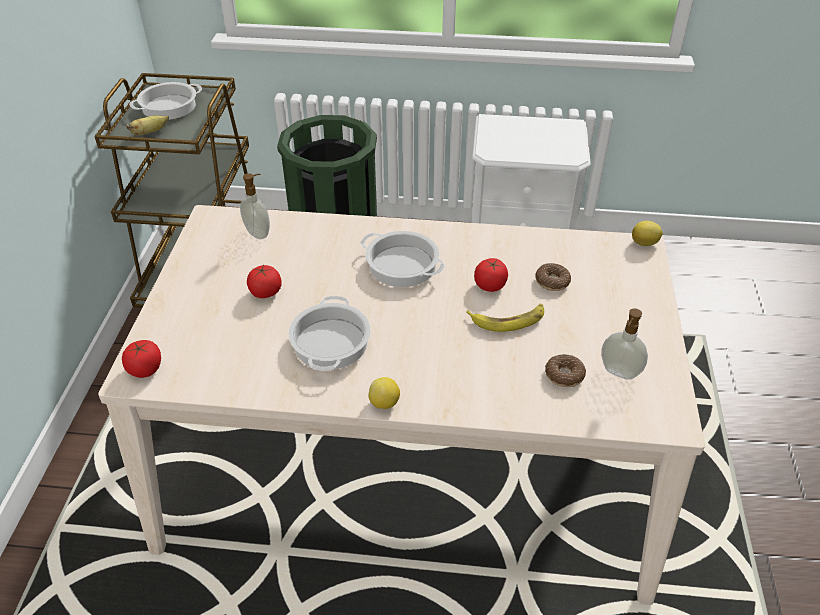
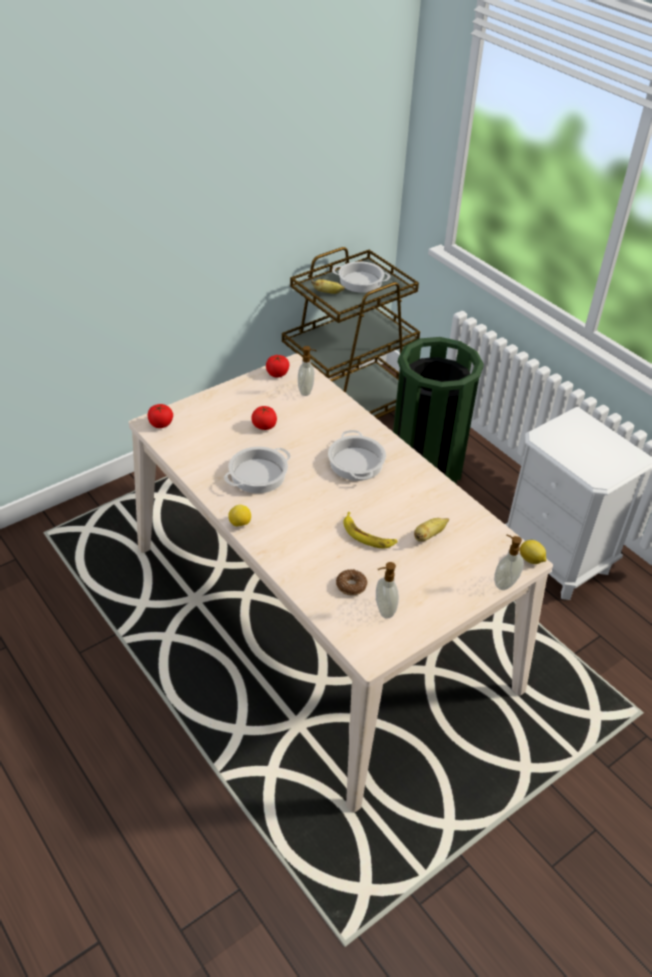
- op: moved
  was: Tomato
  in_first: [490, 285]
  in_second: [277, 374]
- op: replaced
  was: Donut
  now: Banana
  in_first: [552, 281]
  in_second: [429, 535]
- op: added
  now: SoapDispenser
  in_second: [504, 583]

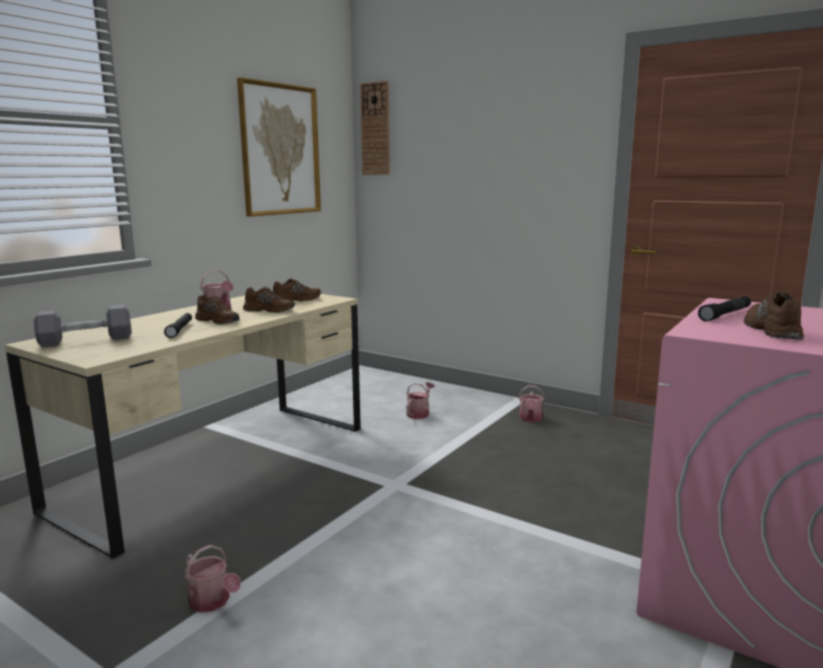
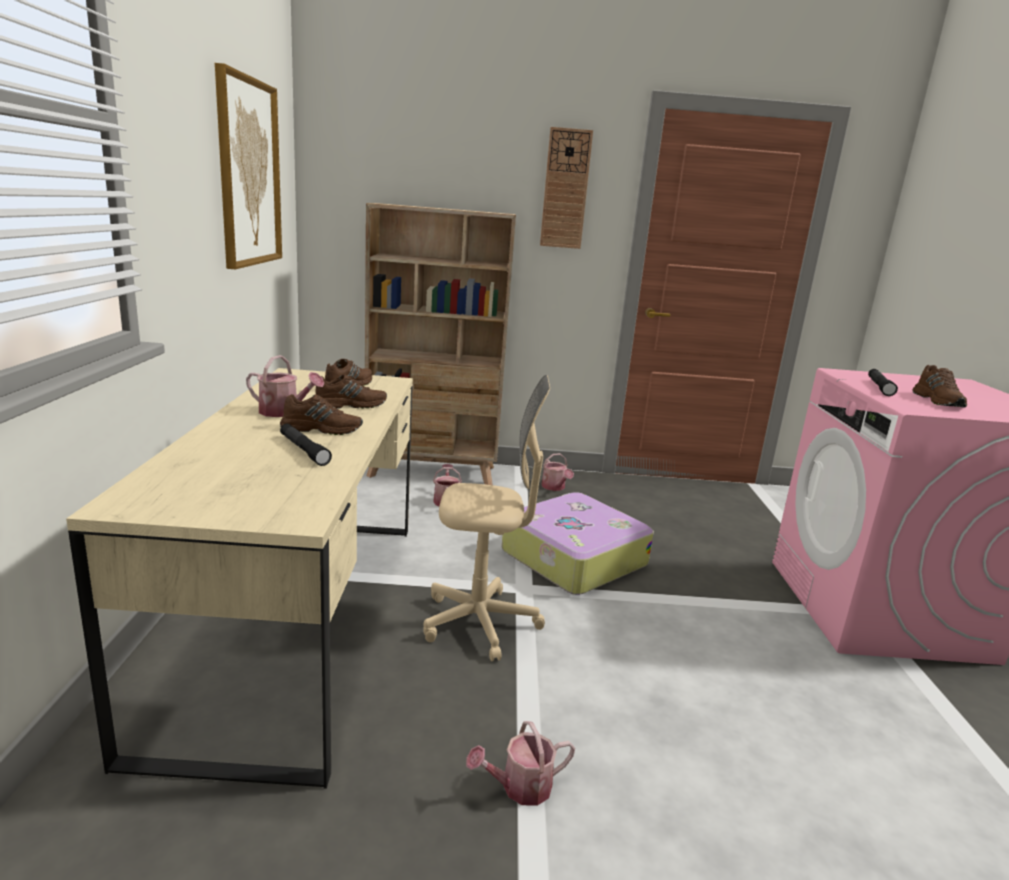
- op: removed
  was: GreyDumbbell
  in_first: [86, 340]
- op: turned
  was: WateringCan
  in_first: [212, 602]
  in_second: [519, 787]
  clockwise: 150
- op: moved
  was: WallClock
  in_first: [375, 129]
  in_second: [565, 189]
- op: turned
  was: BrownShoe
  in_first: [770, 330]
  in_second: [939, 401]
  clockwise: -150
- op: added
  now: BeigeBookcase
  in_second: [433, 472]
- op: added
  now: BeigeOfficeChair
  in_second: [480, 623]
- op: added
  now: Suitcase
  in_second: [572, 558]

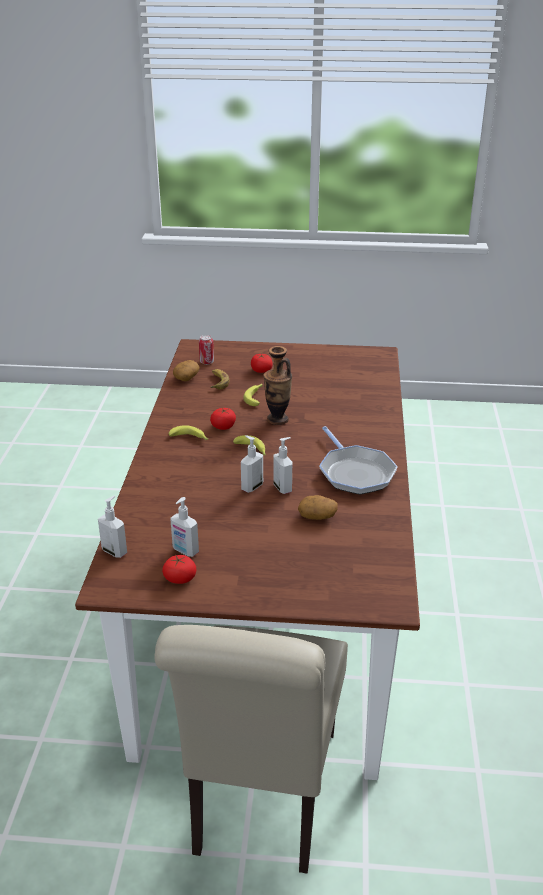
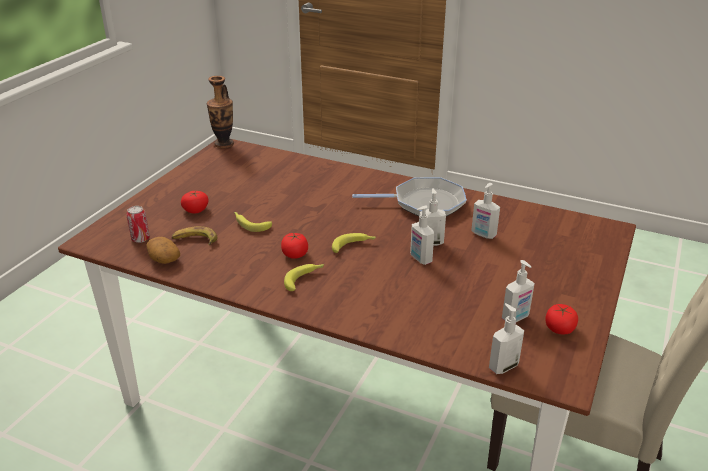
- op: moved
  was: Vase
  in_first: [277, 419]
  in_second: [224, 144]
- op: replaced
  was: Potato
  now: SoapDispenser
  in_first: [317, 516]
  in_second: [483, 234]

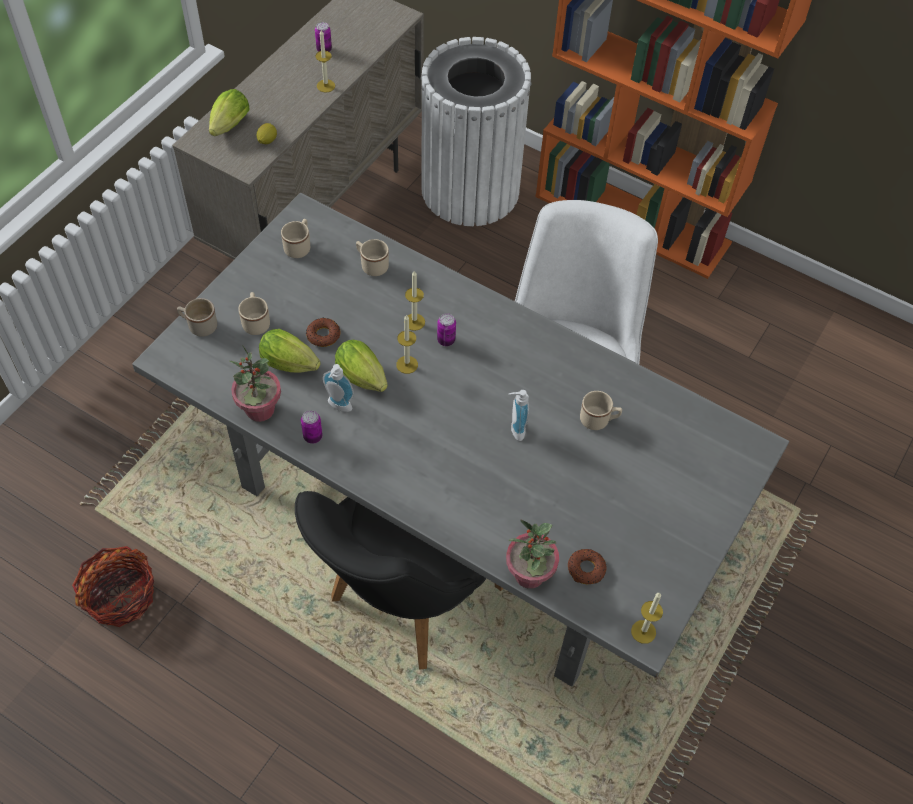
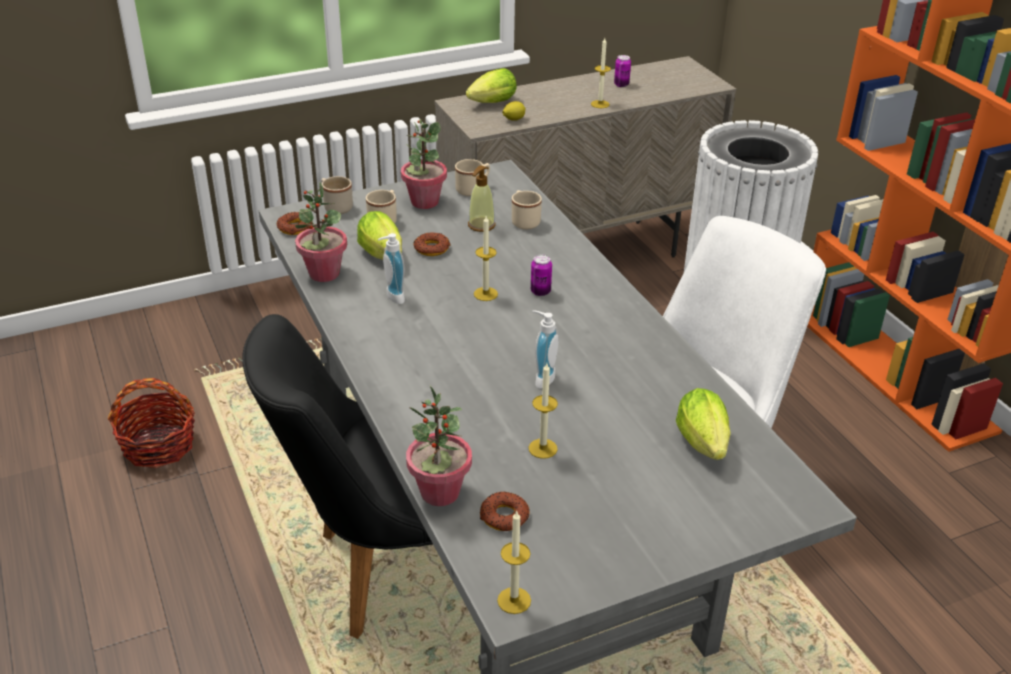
- op: removed
  was: Can
  in_first: [313, 436]
- op: moved
  was: Lettuce
  in_first: [364, 379]
  in_second: [704, 446]
- op: moved
  was: Candle
  in_first: [414, 322]
  in_second: [543, 448]
- op: removed
  was: BeigeMug
  in_first: [598, 420]
- op: added
  now: Donut
  in_second: [295, 228]
- op: added
  now: PottedPlant
  in_second: [424, 202]
- op: added
  now: SoapDispenser
  in_second: [481, 225]

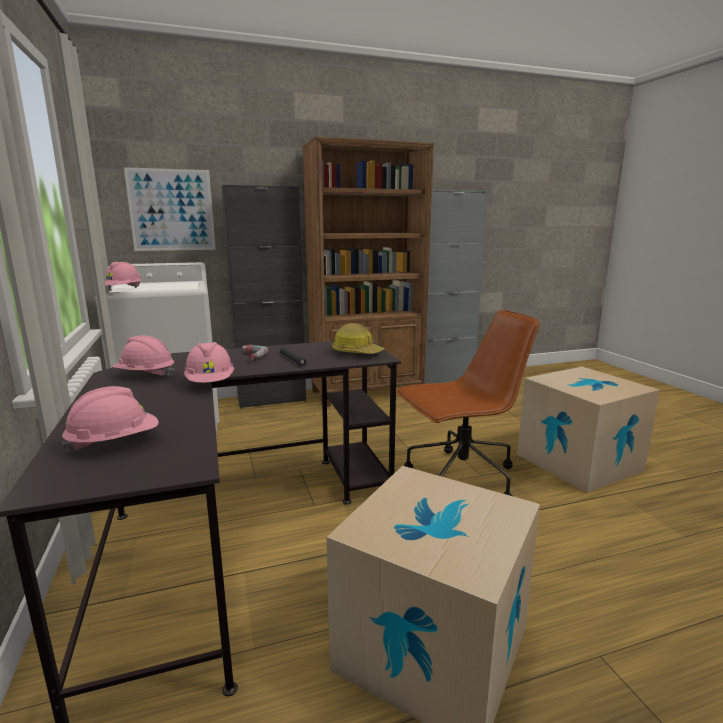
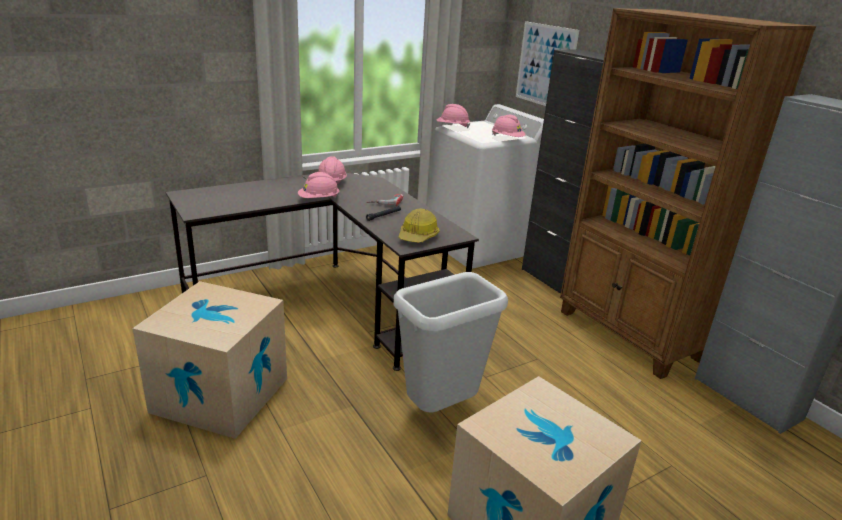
- op: moved
  was: PinkHardHat
  in_first: [115, 443]
  in_second: [507, 139]
- op: replaced
  was: BrownOfficeChair
  now: GreyTrashCan
  in_first: [460, 478]
  in_second: [441, 411]

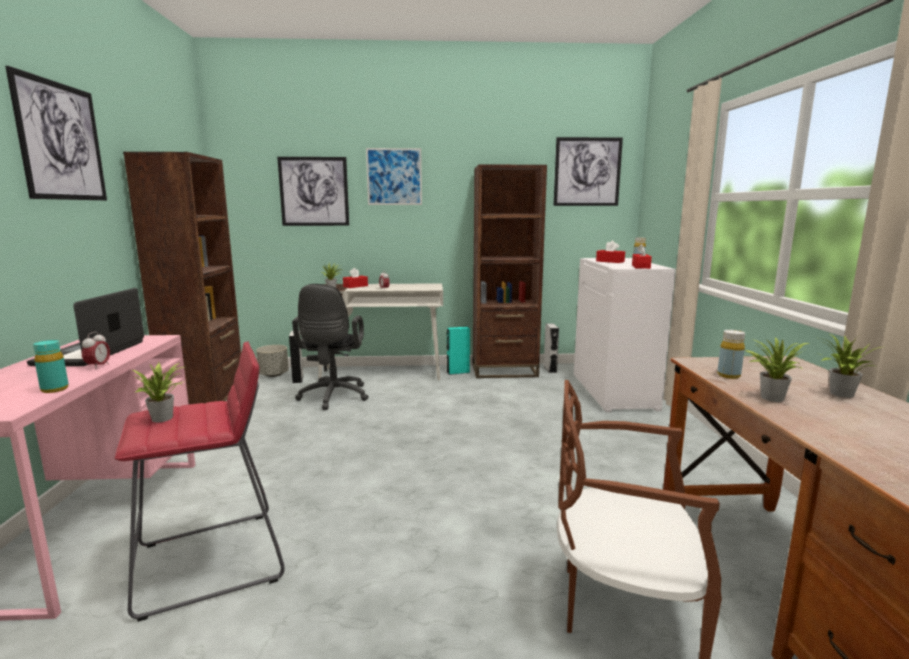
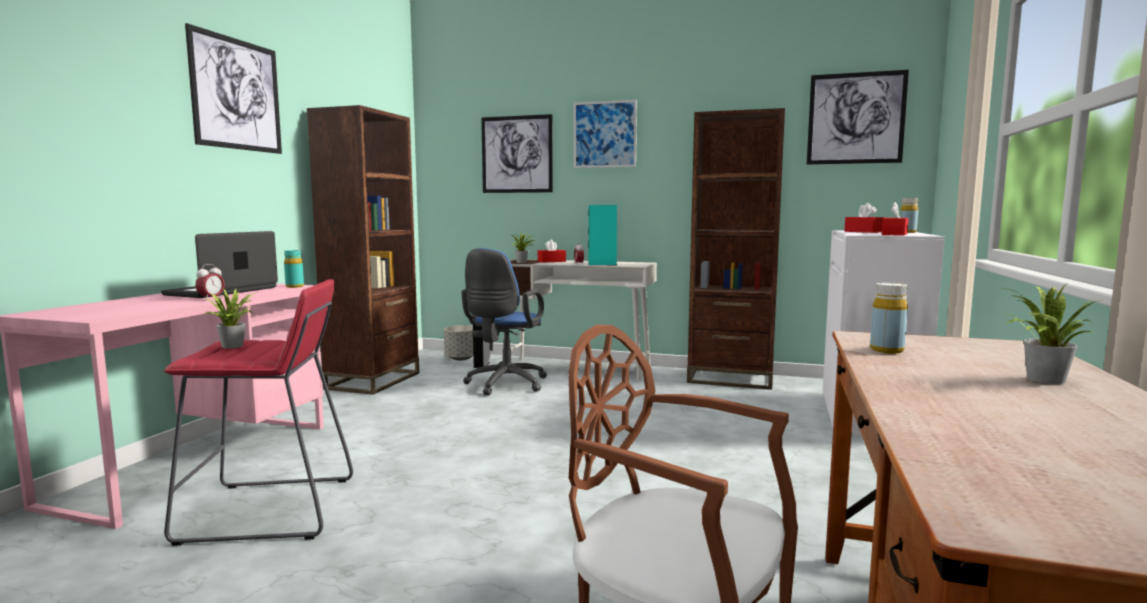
- op: moved
  was: TurquoiseBottle
  in_first: [55, 389]
  in_second: [294, 286]
- op: recoloured
  was: BlackOfficeChair
  now: BlueOfficeChair
  in_first: [333, 397]
  in_second: [504, 385]
- op: moved
  was: TurquoiseSpeaker
  in_first: [458, 372]
  in_second: [602, 264]
- op: removed
  was: GreySpeaker
  in_first: [550, 369]
- op: removed
  was: PottedPlant
  in_first: [769, 397]

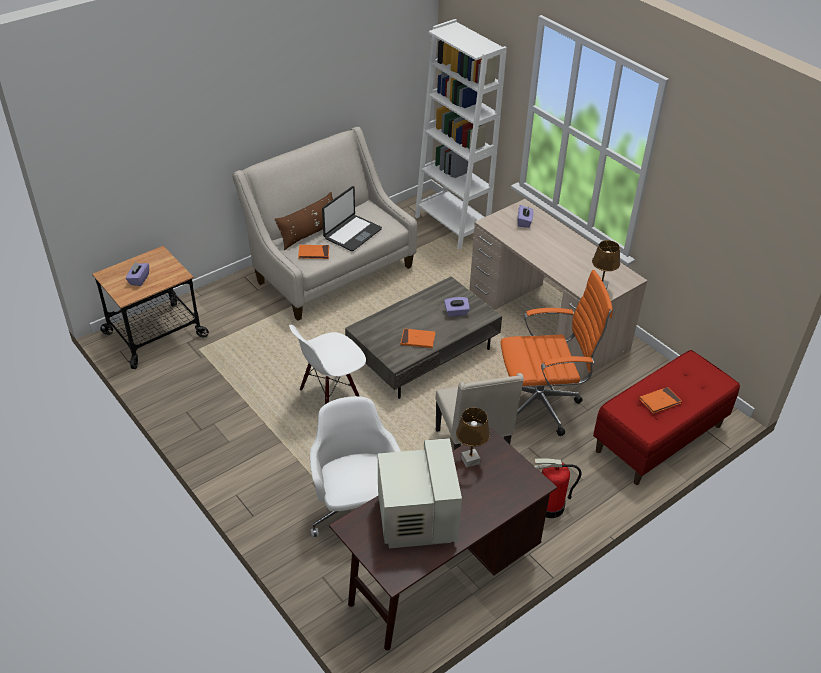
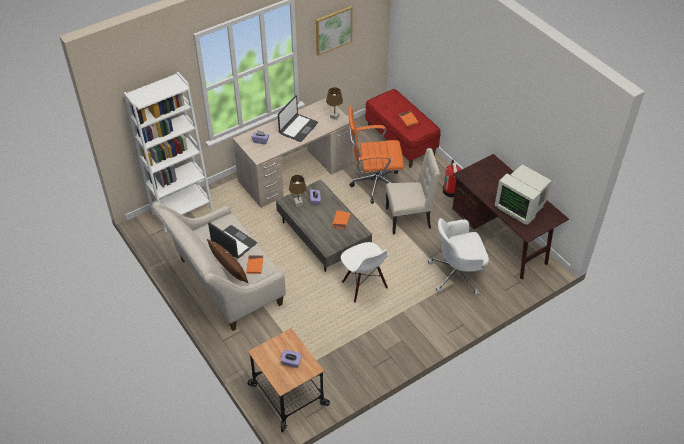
- op: turned
  was: Monitor
  in_first: [415, 520]
  in_second: [520, 207]
  clockwise: -135
- op: moved
  was: BrownTableLamp
  in_first: [470, 460]
  in_second: [298, 203]
- op: turned
  was: OrangeOfficeChair
  in_first: [542, 405]
  in_second: [374, 185]
  clockwise: -90
- op: added
  now: Laptop
  in_second: [298, 128]
- op: added
  now: Picture
  in_second: [333, 30]

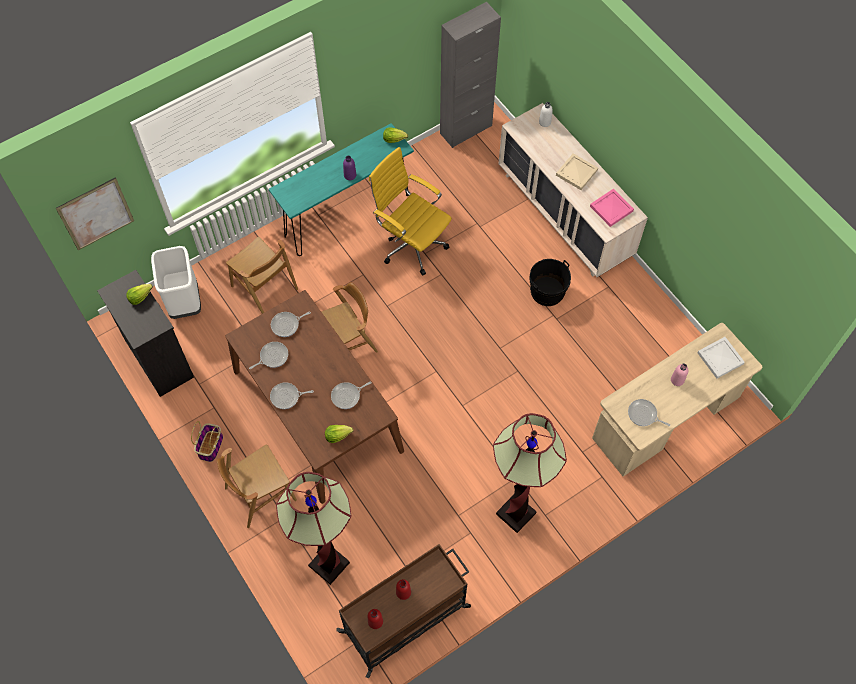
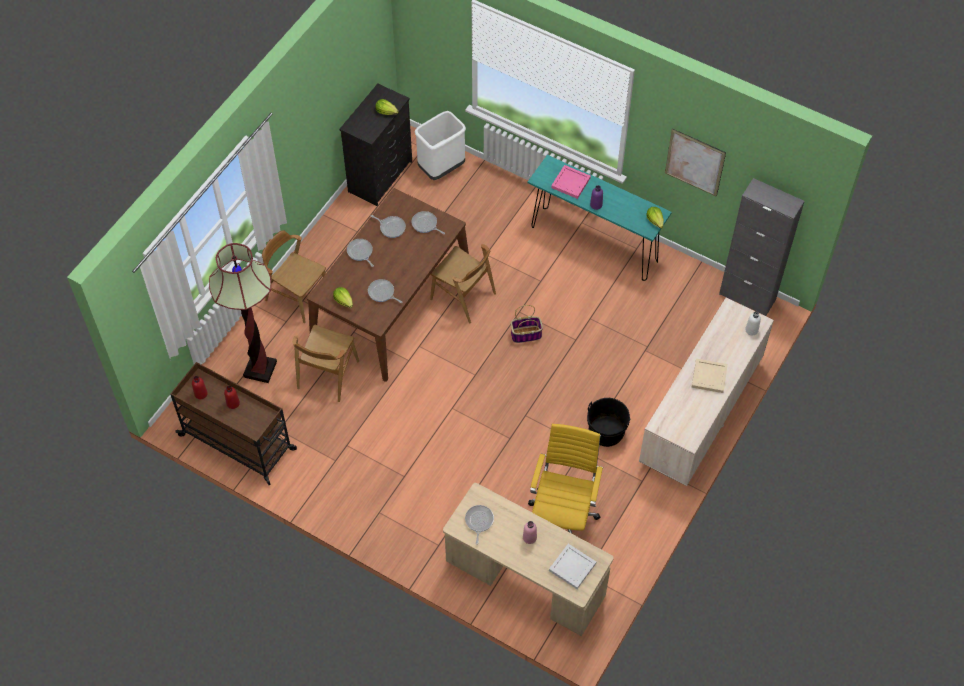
- op: moved
  was: Picture
  in_first: [96, 214]
  in_second: [694, 162]
- op: moved
  was: Basket
  in_first: [210, 446]
  in_second: [526, 334]
- op: moved
  was: BrownChair
  in_first: [264, 288]
  in_second: [327, 375]
- op: moved
  was: YellowOfficeChair
  in_first: [411, 244]
  in_second: [562, 517]
- op: removed
  was: FloorLamp
  in_first: [516, 514]
- op: moved
  was: PinkTray
  in_first: [611, 208]
  in_second: [571, 182]

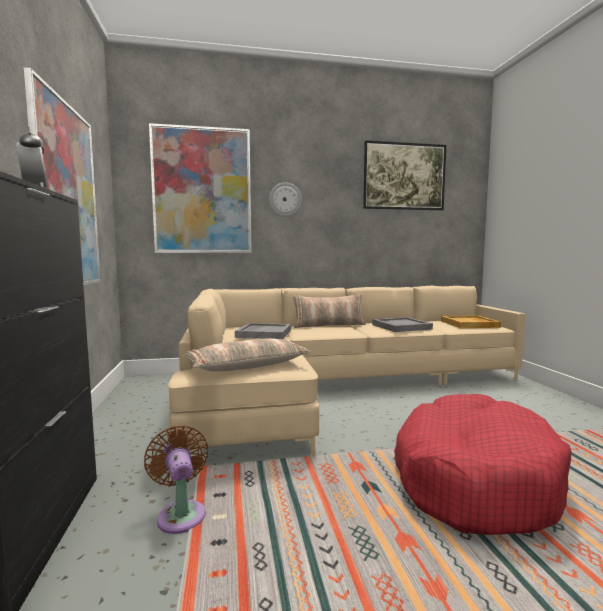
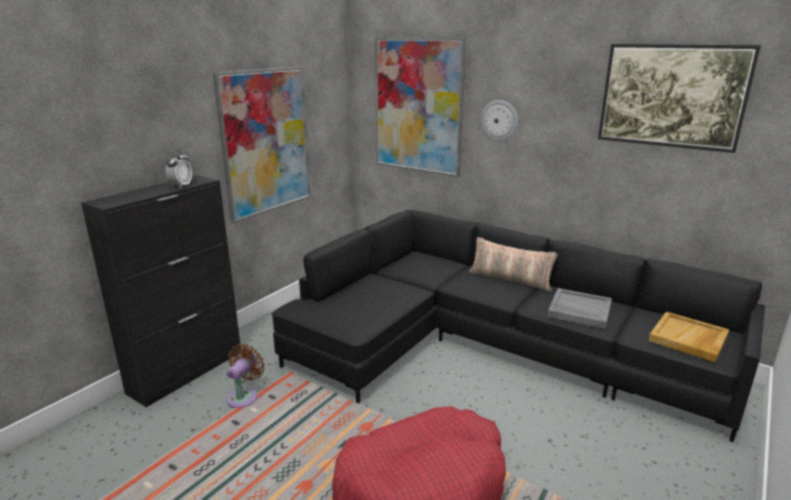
- op: recoloured
  was: BeigeSofa
  now: BlackSofa
  in_first: [333, 387]
  in_second: [486, 347]
- op: removed
  was: Pillow
  in_first: [247, 366]
- op: removed
  was: GreyTray
  in_first: [264, 333]

